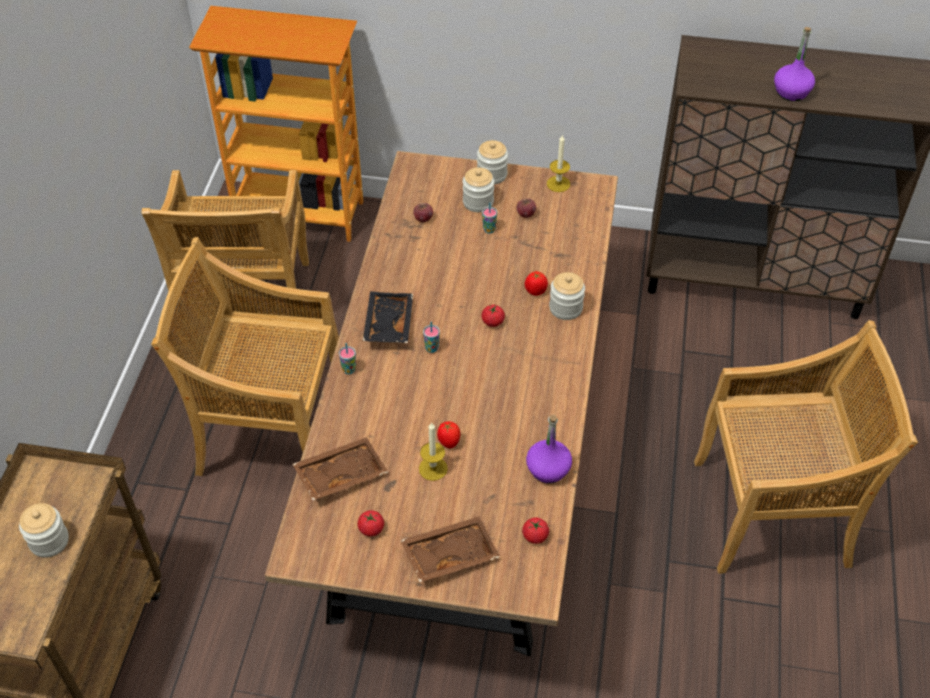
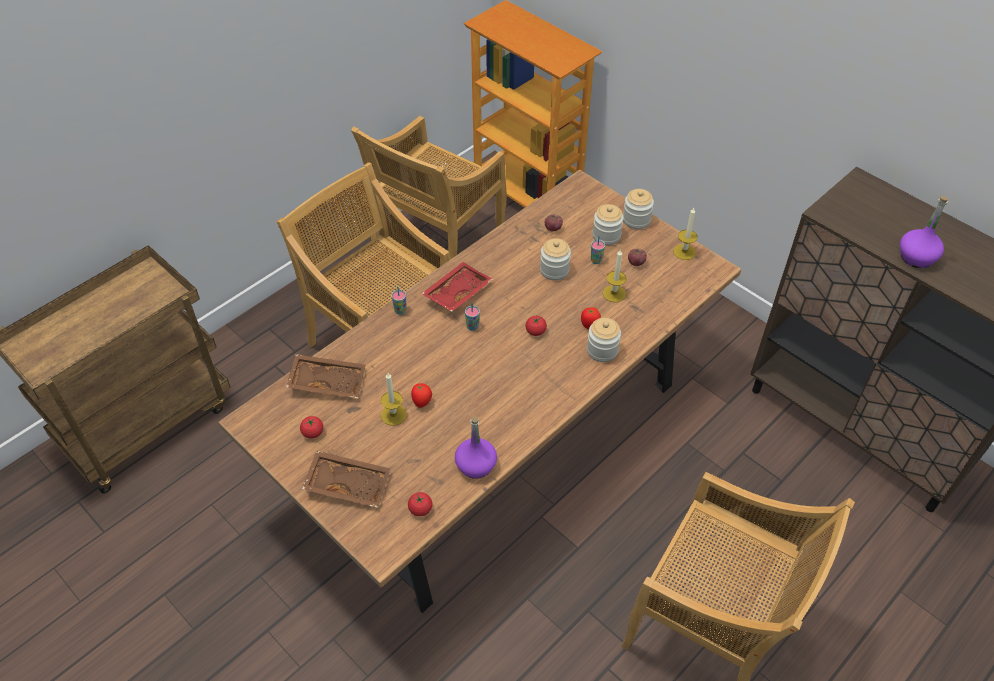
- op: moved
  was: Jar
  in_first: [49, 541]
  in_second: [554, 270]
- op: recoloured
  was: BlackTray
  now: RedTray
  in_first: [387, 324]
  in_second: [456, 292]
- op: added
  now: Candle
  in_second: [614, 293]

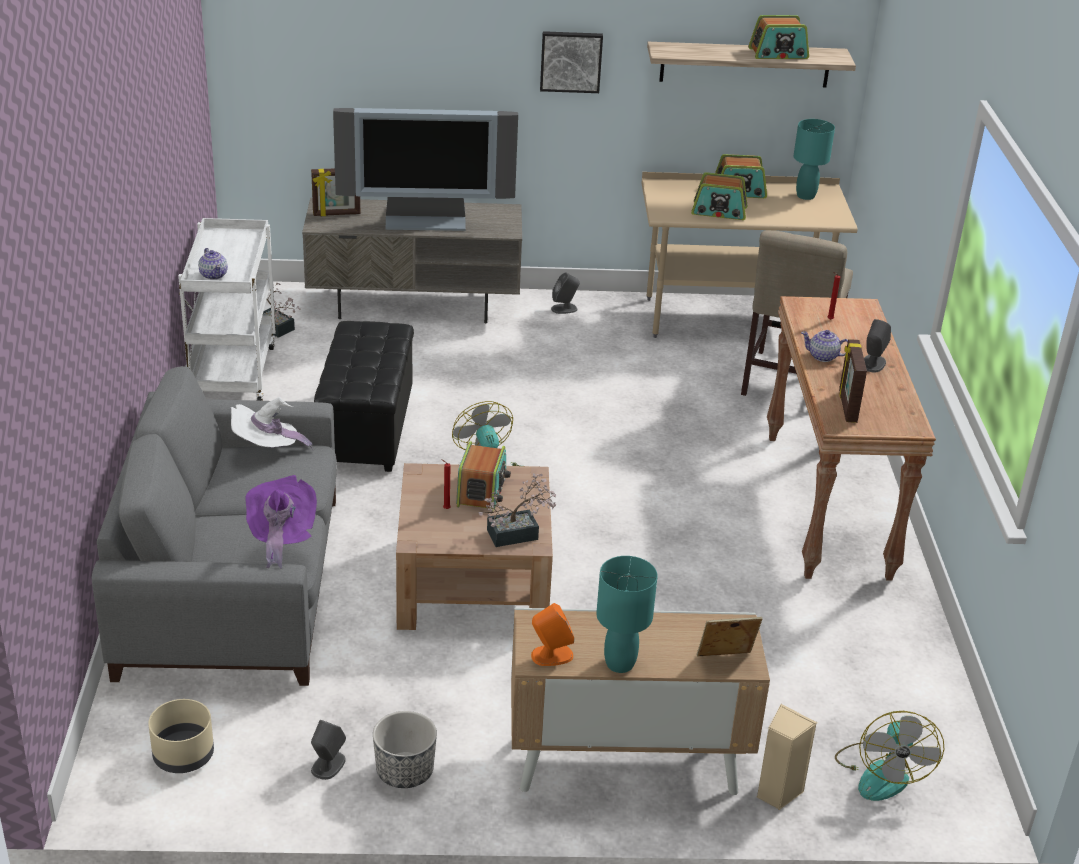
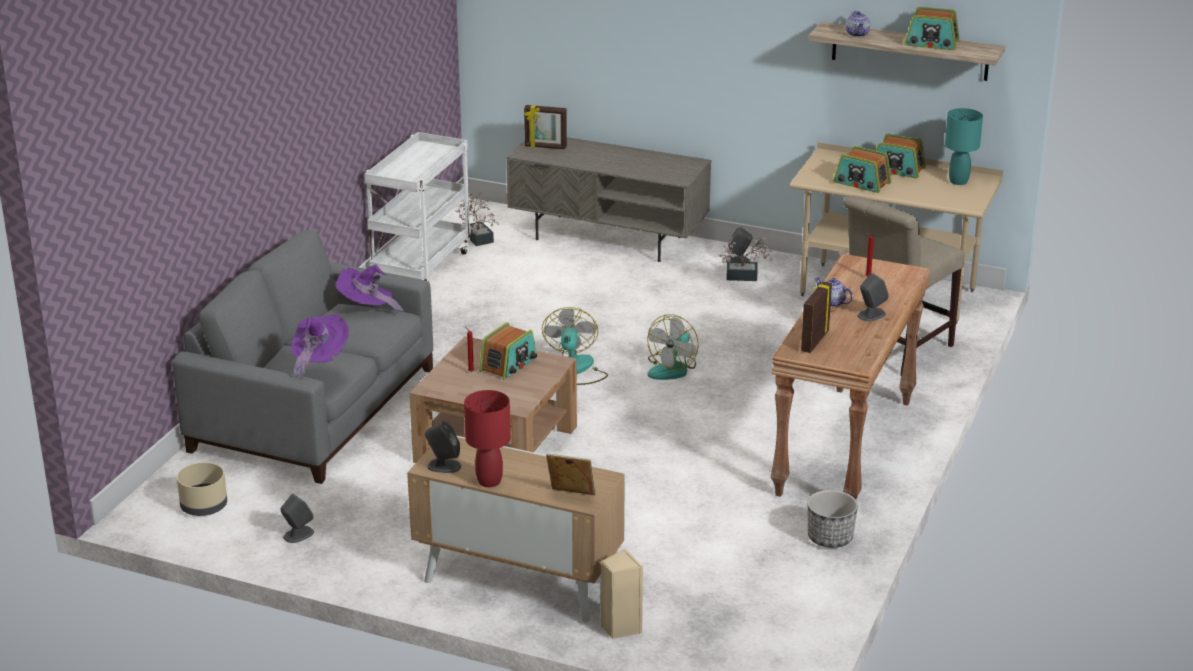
- op: moved
  was: Teapot
  in_first: [214, 275]
  in_second: [857, 34]
- op: recoloured
  was: WhiteHat
  now: PurpleHat
  in_first: [267, 449]
  in_second: [367, 308]
- op: removed
  was: BlackOttoman
  in_first: [366, 429]
- op: removed
  was: Television
  in_first: [426, 221]
- op: moved
  was: Planter
  in_first: [404, 771]
  in_second: [829, 538]
- op: moved
  was: PottedPlant
  in_first: [518, 534]
  in_second: [746, 276]
- op: recoloured
  was: OrangeSpeaker
  now: GreySpeaker
  in_first: [551, 655]
  in_second: [443, 466]
- op: removed
  was: Picture
  in_first: [571, 61]
- op: recoloured
  was: TurquoiseTableLamp
  now: RedTableLamp
  in_first: [619, 664]
  in_second: [488, 481]
- op: moved
  was: Fan
  in_first: [881, 772]
  in_second: [672, 368]

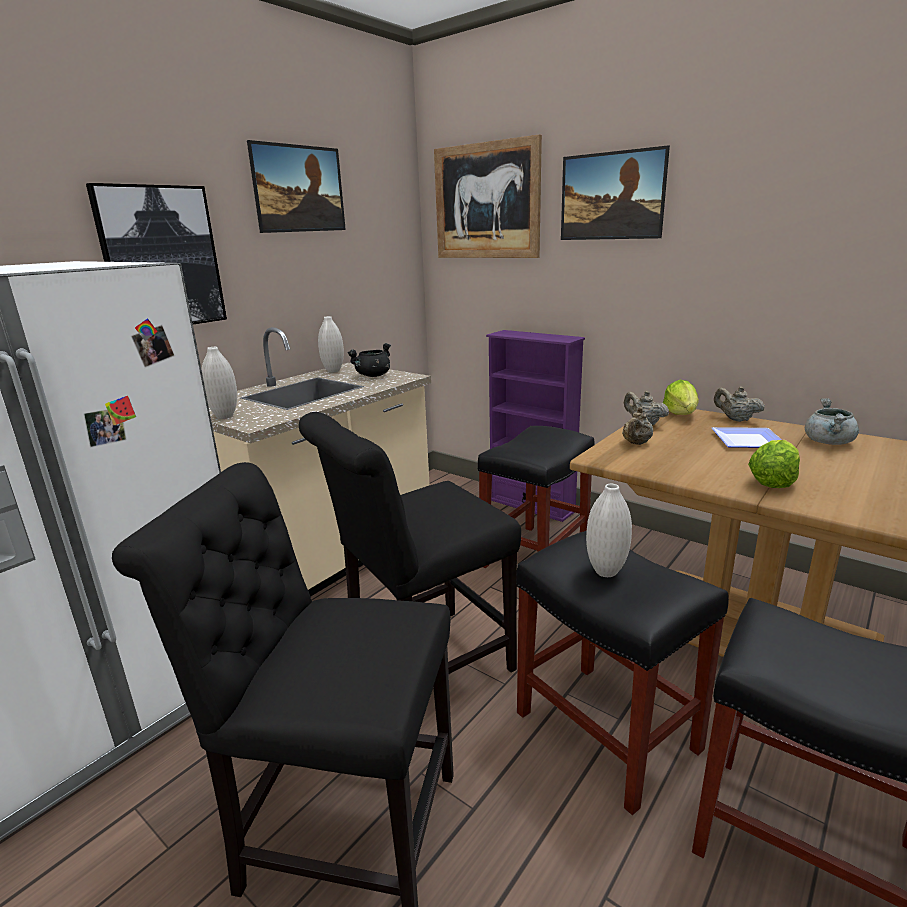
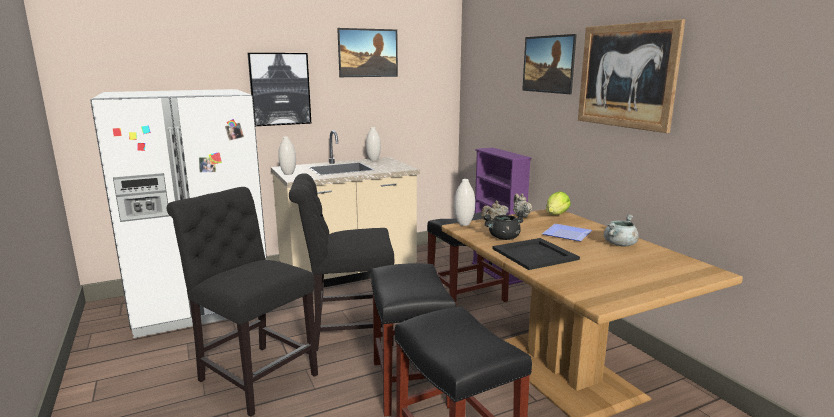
- op: moved
  was: BlackCookingPot
  in_first: [373, 376]
  in_second: [504, 238]
- op: moved
  was: Picture
  in_first: [486, 201]
  in_second: [626, 76]
- op: moved
  was: WhiteVase
  in_first: [606, 572]
  in_second: [464, 224]
- op: removed
  was: BeigeTeapot
  in_first: [735, 419]
- op: replaced
  was: Lettuce
  now: BlackTray
  in_first: [772, 481]
  in_second: [534, 254]

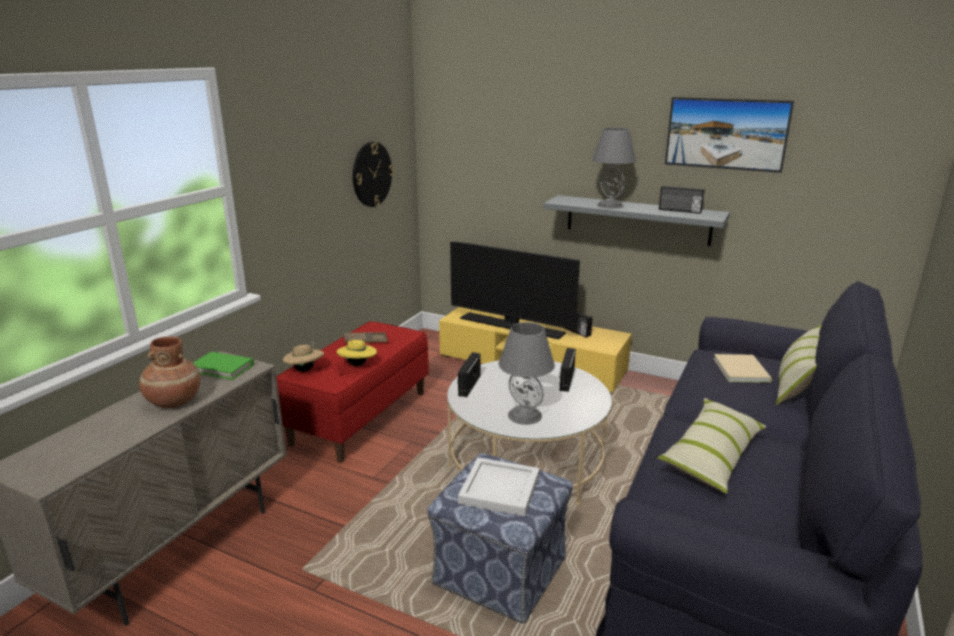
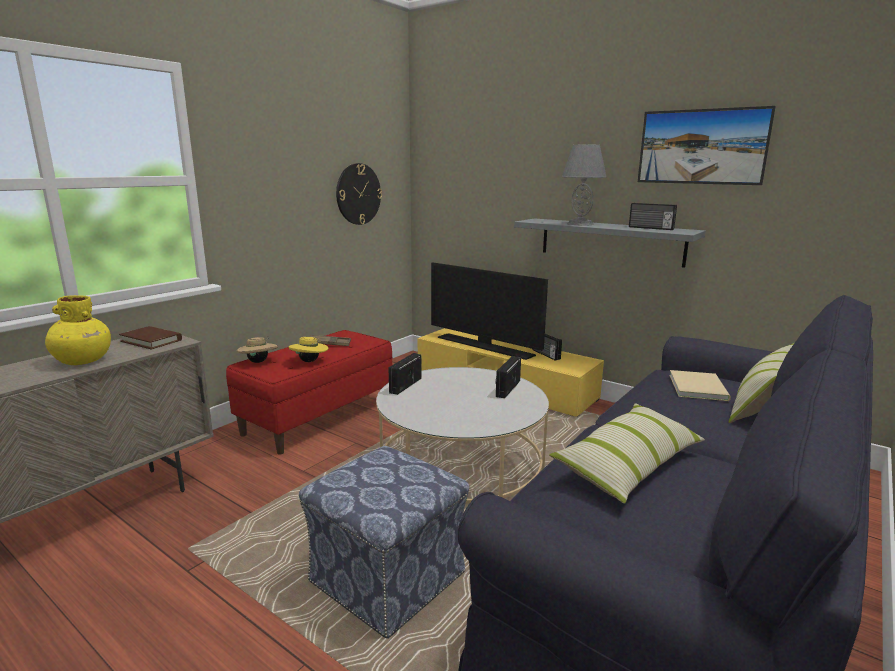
- op: recoloured
  was: BrownVase
  now: YellowVase
  in_first: [173, 401]
  in_second: [82, 361]
- op: recoloured
  was: GreenBook
  now: BrownBook
  in_first: [222, 368]
  in_second: [151, 341]
- op: removed
  was: WhiteTray
  in_first: [501, 488]
- op: removed
  was: GreyTableLamp
  in_first: [524, 415]

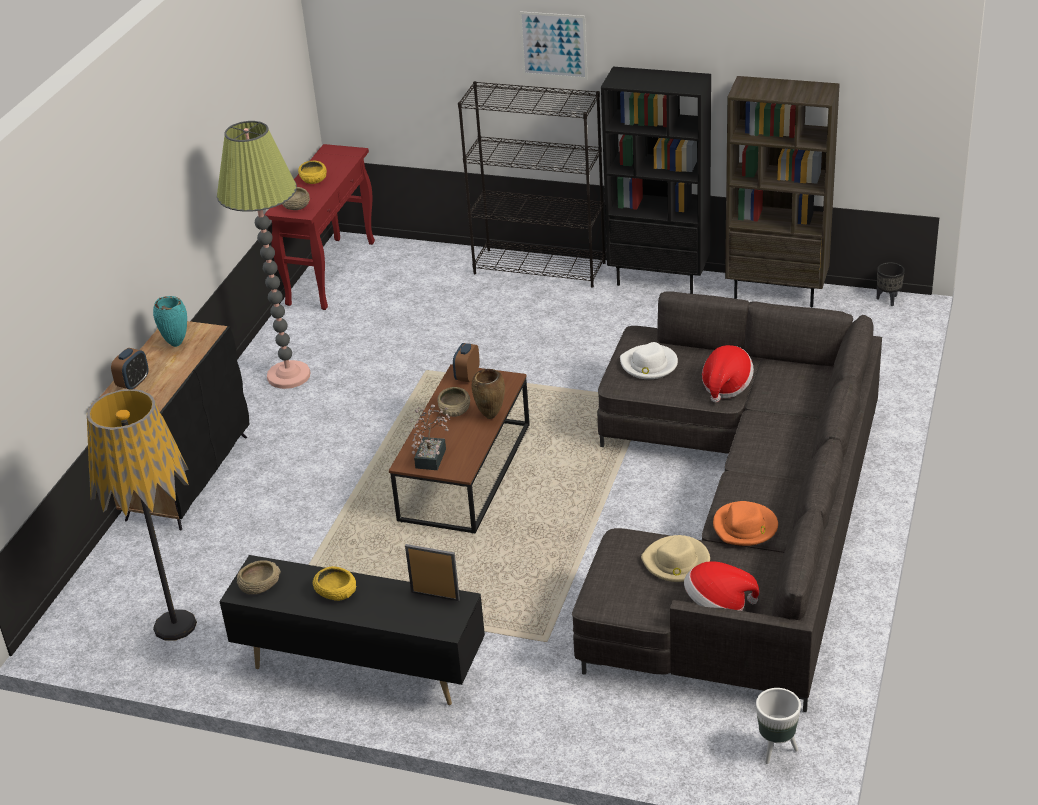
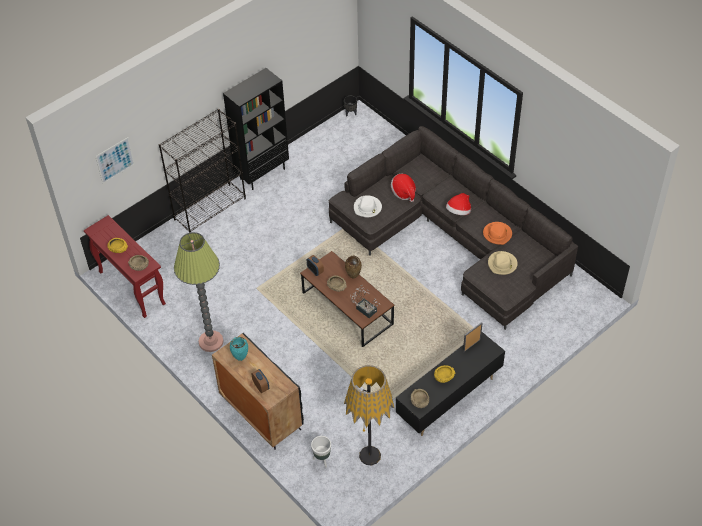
- op: moved
  was: Picture
  in_first: [553, 45]
  in_second: [115, 160]
- op: moved
  was: Hat
  in_first: [718, 605]
  in_second: [458, 212]
- op: removed
  was: BrownBookcase
  in_first: [777, 292]
- op: moved
  was: WhitePlanter
  in_first: [776, 750]
  in_second: [322, 459]

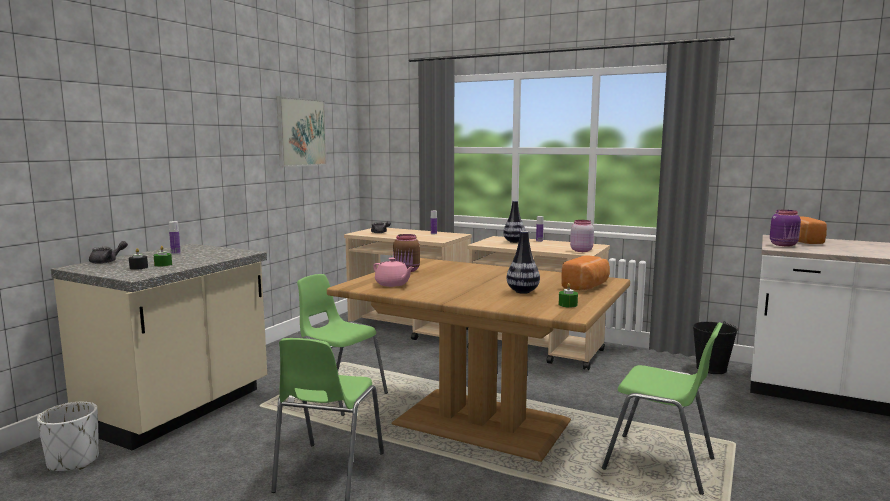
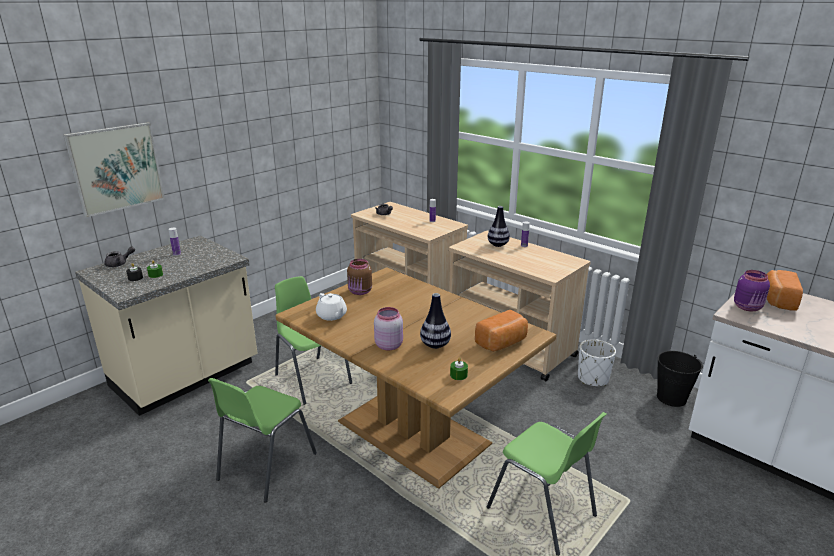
- op: moved
  was: WhitePlanter
  in_first: [73, 461]
  in_second: [593, 378]
- op: moved
  was: Picture
  in_first: [301, 132]
  in_second: [116, 168]
- op: recoloured
  was: PinkTeapot
  now: WhiteTeapot
  in_first: [392, 284]
  in_second: [332, 316]
- op: moved
  was: PinkJar
  in_first: [580, 250]
  in_second: [388, 345]

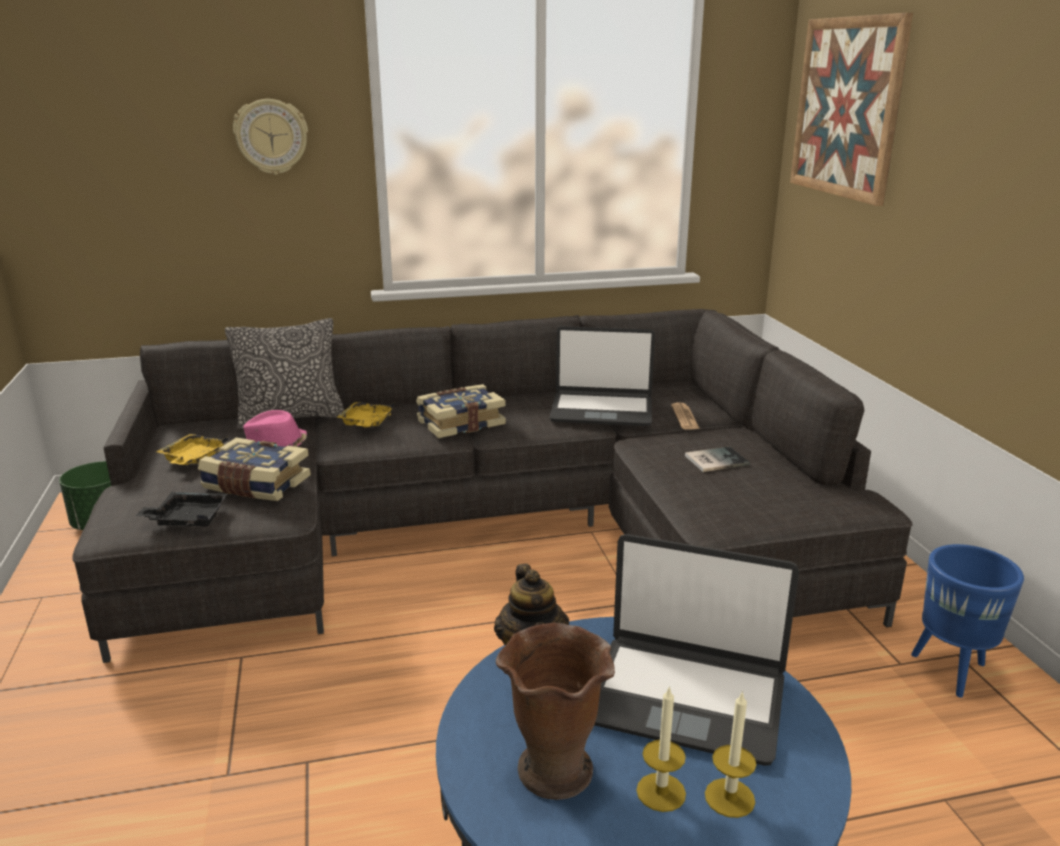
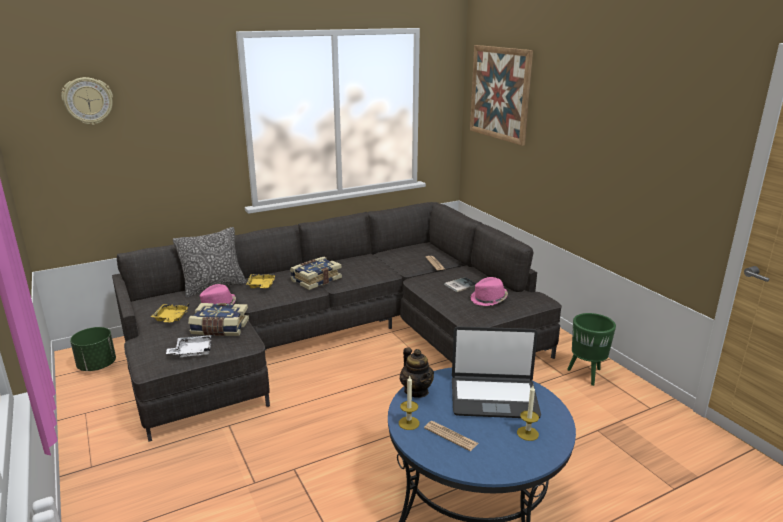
- op: recoloured
  was: BlackTray
  now: WhiteTray
  in_first: [187, 519]
  in_second: [192, 352]
- op: moved
  was: WallClock
  in_first: [271, 137]
  in_second: [88, 101]
- op: replaced
  was: BrownVase
  now: Newspaper
  in_first: [555, 770]
  in_second: [450, 436]
- op: removed
  was: Laptop
  in_first: [601, 410]
- op: moved
  was: Candle
  in_first: [661, 792]
  in_second: [409, 423]
- op: recoloured
  was: BluePlanter
  now: GreenPlanter
  in_first: [952, 672]
  in_second: [587, 375]
- op: added
  now: PinkHat
  in_second: [489, 300]

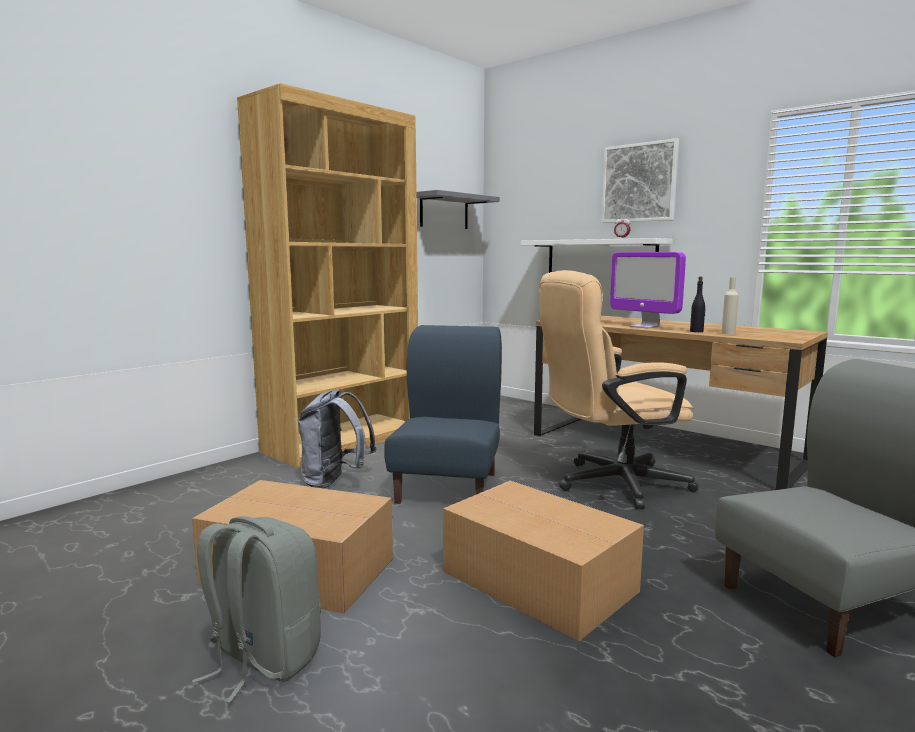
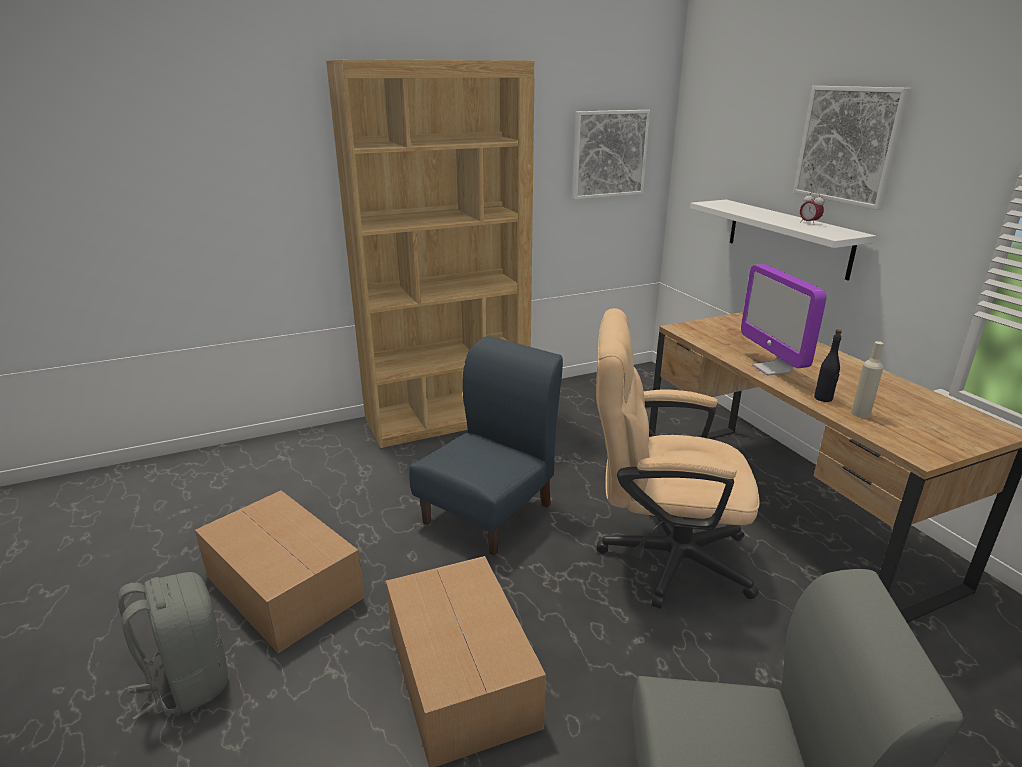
- op: removed
  was: GreyBackpack
  in_first: [335, 482]
- op: replaced
  was: GreyShelf
  now: Picture
  in_first: [444, 211]
  in_second: [609, 154]

